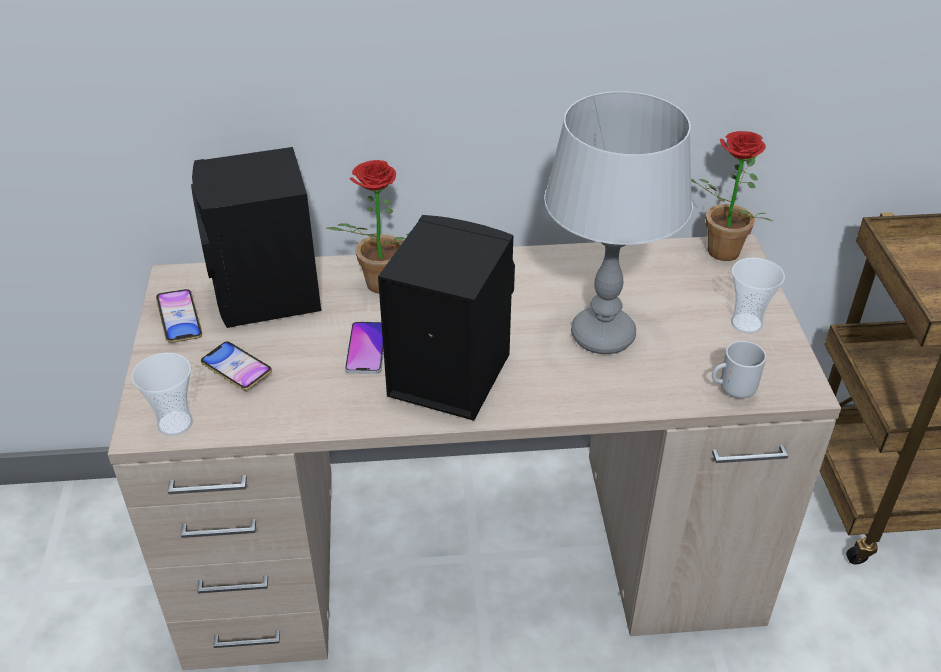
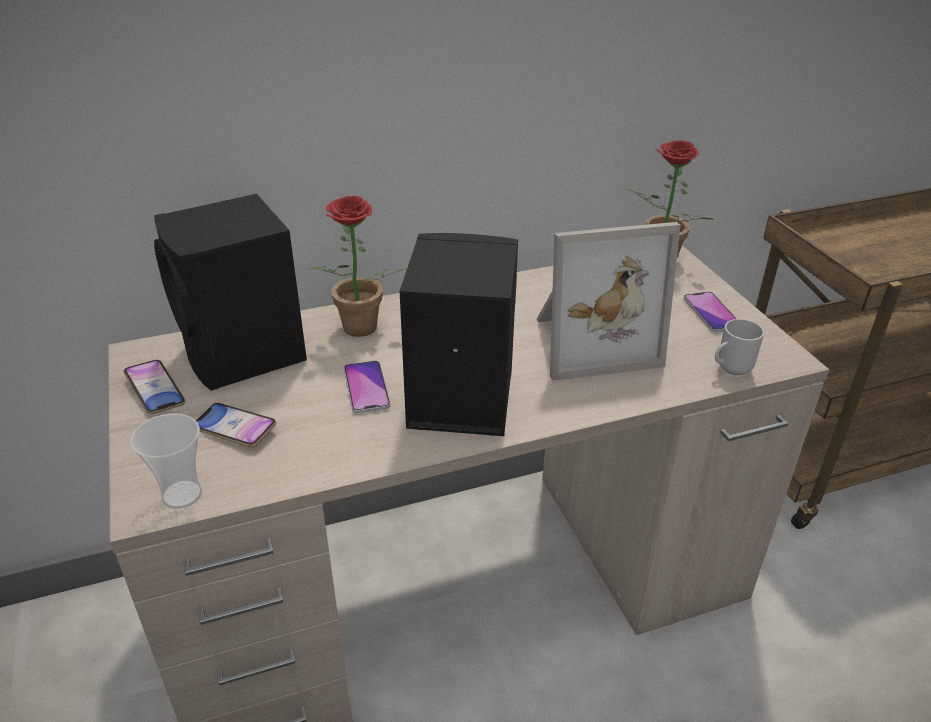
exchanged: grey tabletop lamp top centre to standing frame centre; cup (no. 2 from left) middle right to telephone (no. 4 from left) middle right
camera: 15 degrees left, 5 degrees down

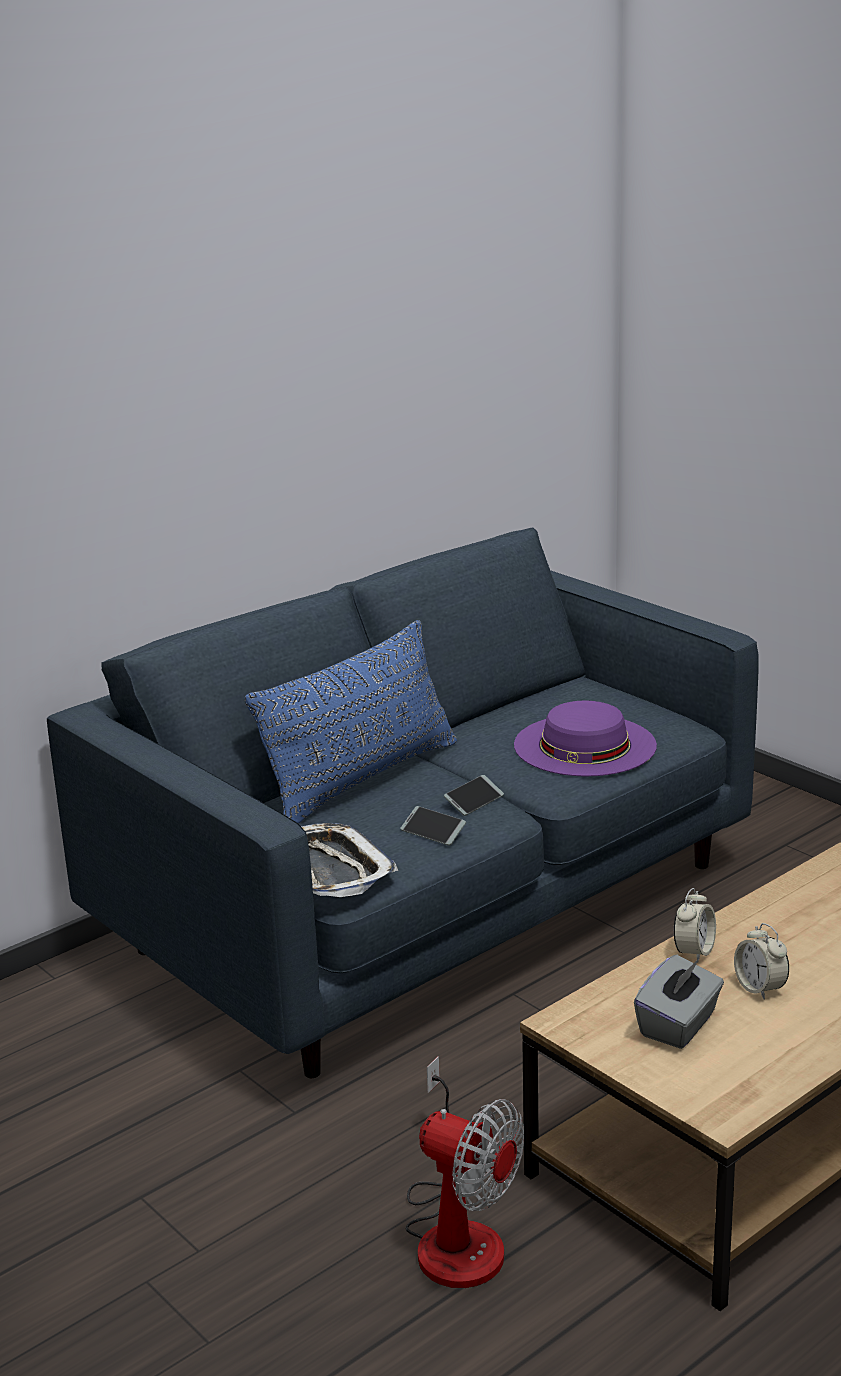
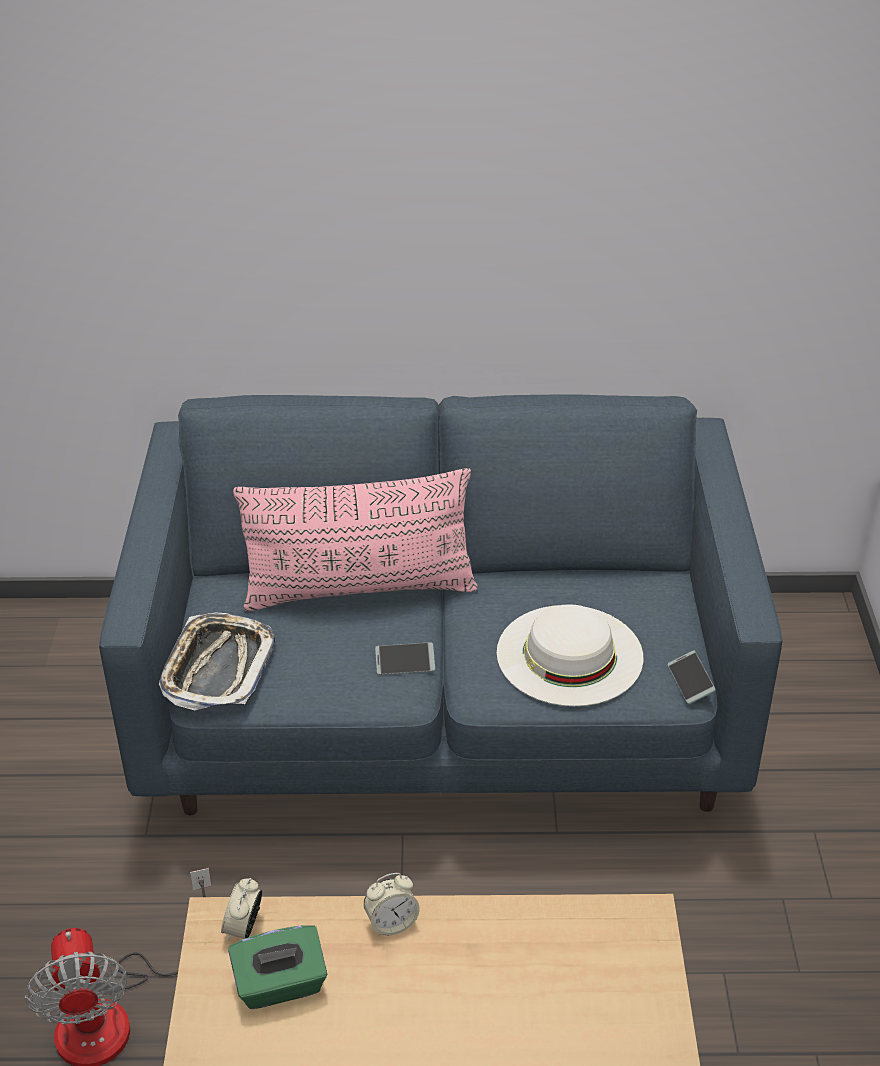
relocated: bedside clock (no. 2 from left in the first image) bottom right to bedside clock (no. 1 from left) bottom left; telephone (no. 1 from left in the first image) centre to telephone (no. 2 from left) middle right
colour: grey tissue box bottom right to green-coloured tissue box bottom left; blue-coloured throw pillow centre to pink-coloured throw pillow centre; purple-coloured hat middle right to white-coloured hat centre
camera: 40 degrees right, 15 degrees up

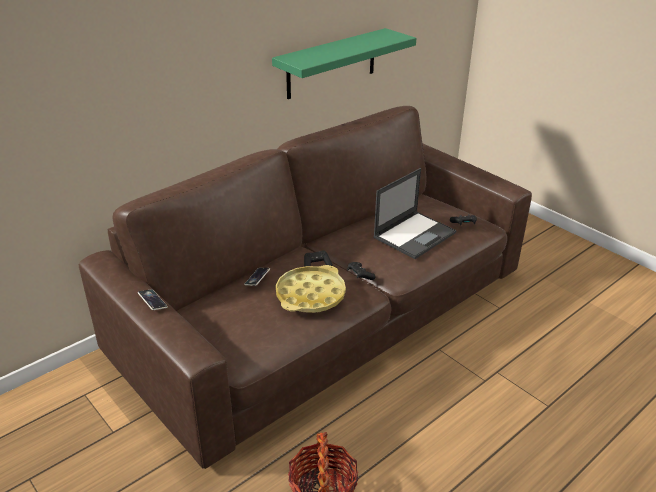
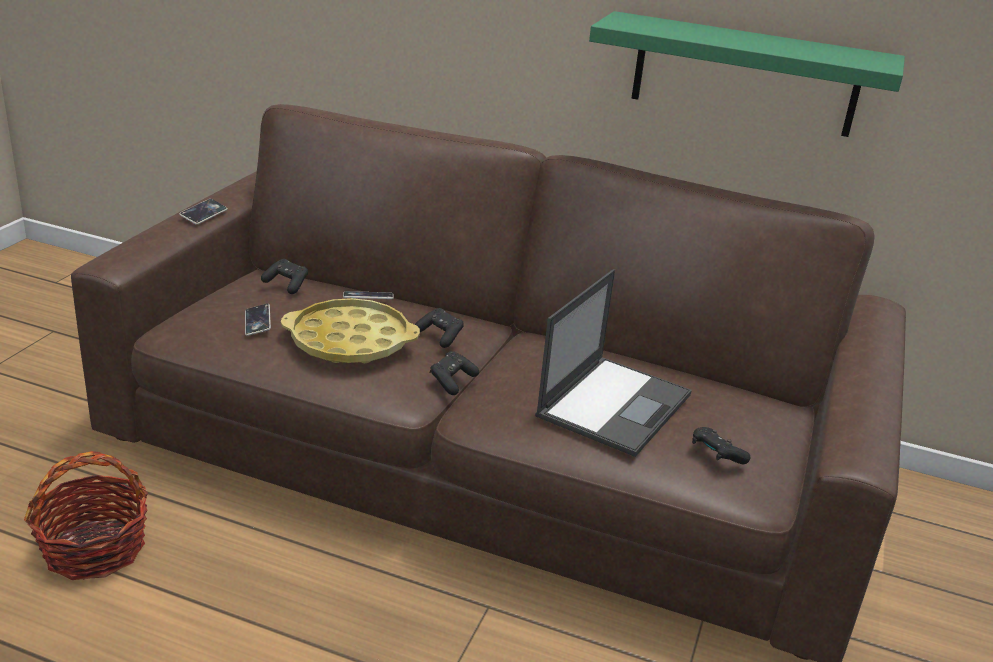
appeared: telephone (no. 2 from left) middle left; black-coloured joypad (no. 1 from left) middle left
spun: laptop centre = centre 75 degrees counterclockwise
camera: 60 degrees right, 5 degrees down

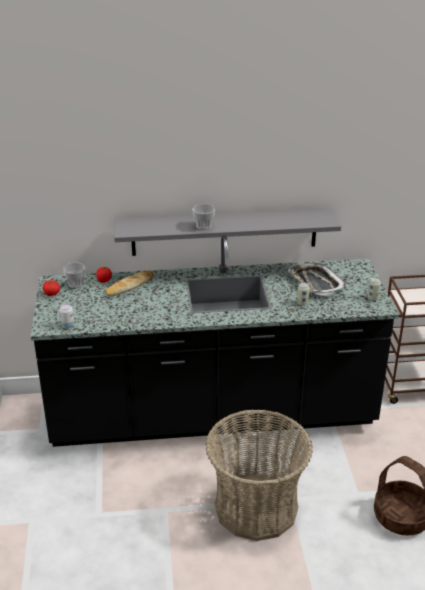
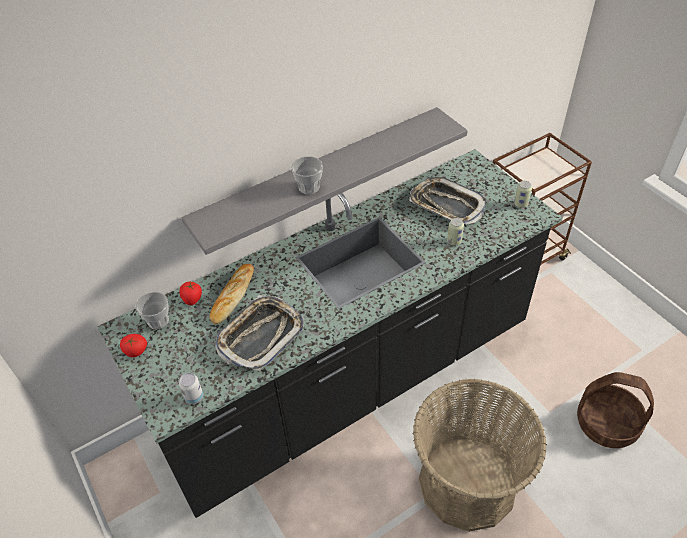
appeared: carrying tray (no. 1 from left) centre
camera: 25 degrees left, 15 degrees up

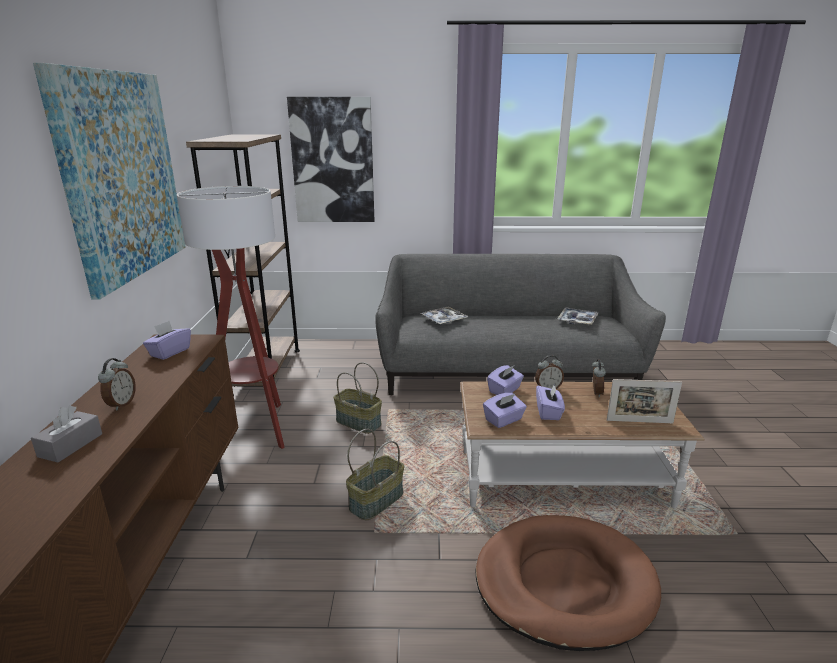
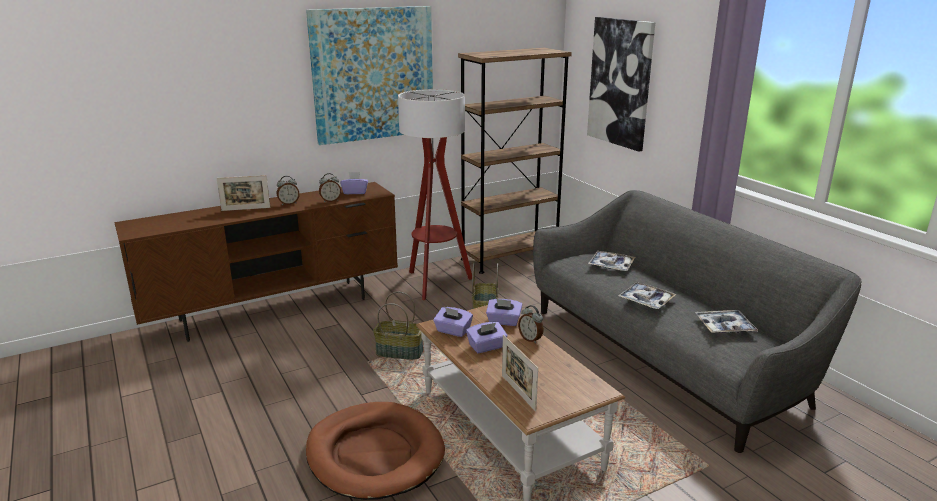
appeared: carrying tray (no. 2 from left) middle right
relocated: bedside clock (no. 3 from left in the first image) middle right to bedside clock (no. 2 from left) centre
exchanged: grey tissue box middle left to standing frame (no. 1 from left) middle left
camera: 60 degrees right, 0 degrees up

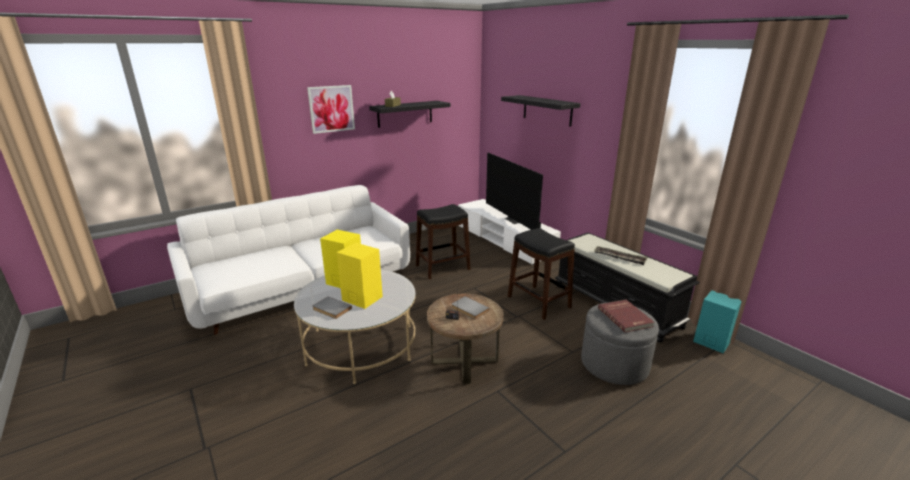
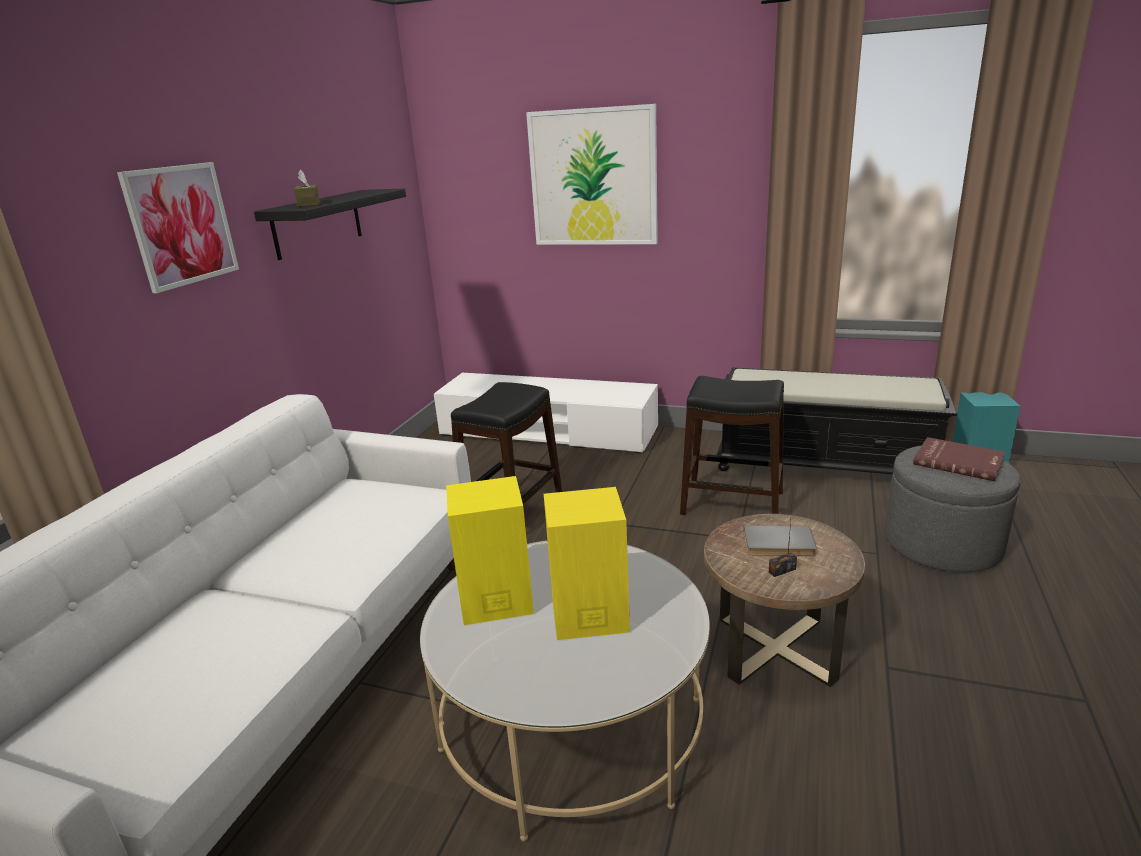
missing: grey volume (no. 1 from left) centre; television centre; carrying tray middle right
exchanged: black-coloured wall shelf (no. 2 from left) top centre to picture (no. 2 from left) top centre
camera: 35 degrees left, 0 degrees up

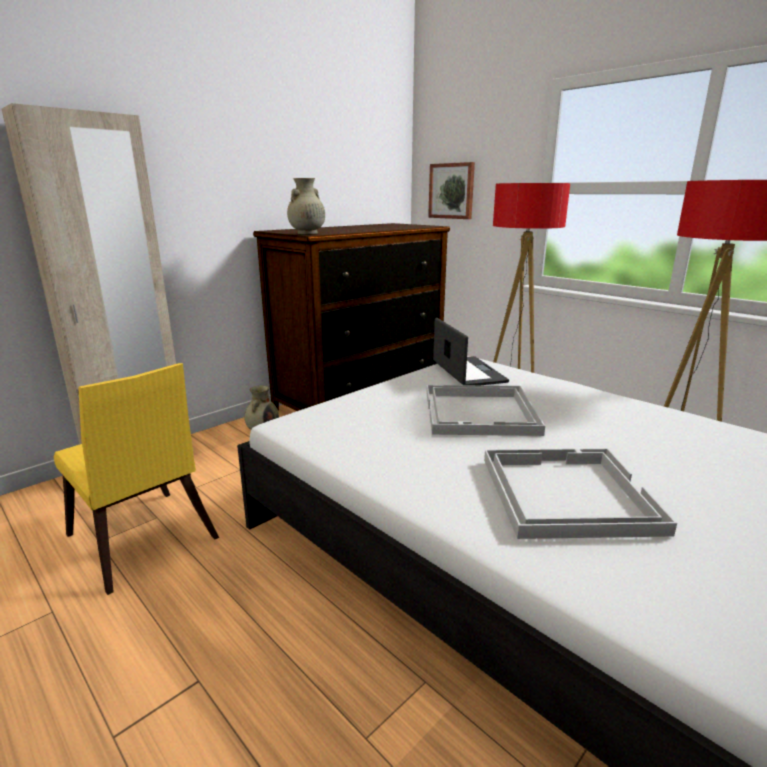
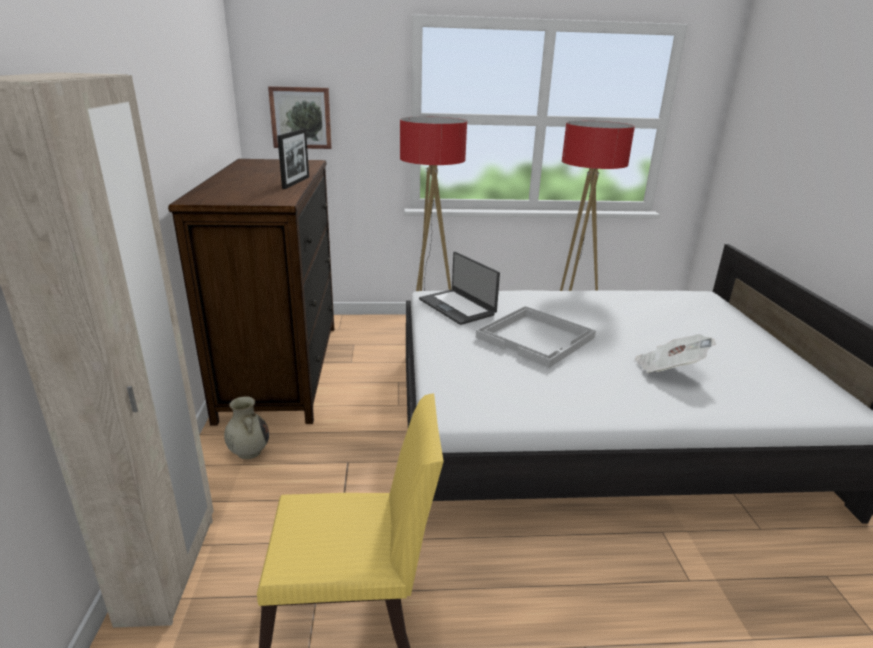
missing: sand-coloured flower vase (no. 2 from left) top centre
appeared: standing frame top centre
exchanged: white-coloured carrying tray (no. 2 from left) middle right to printed paper middle right
spun: laptop centre = centre 150 degrees counterclockwise
camera: 50 degrees left, 5 degrees up

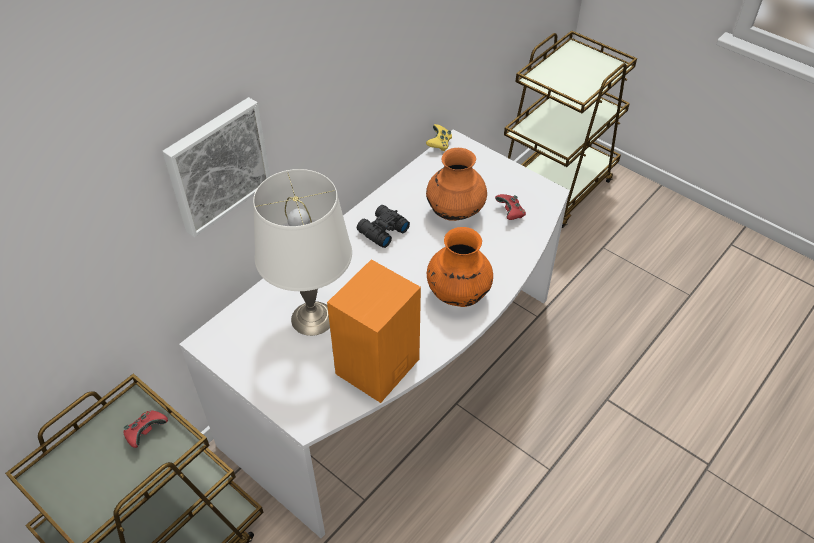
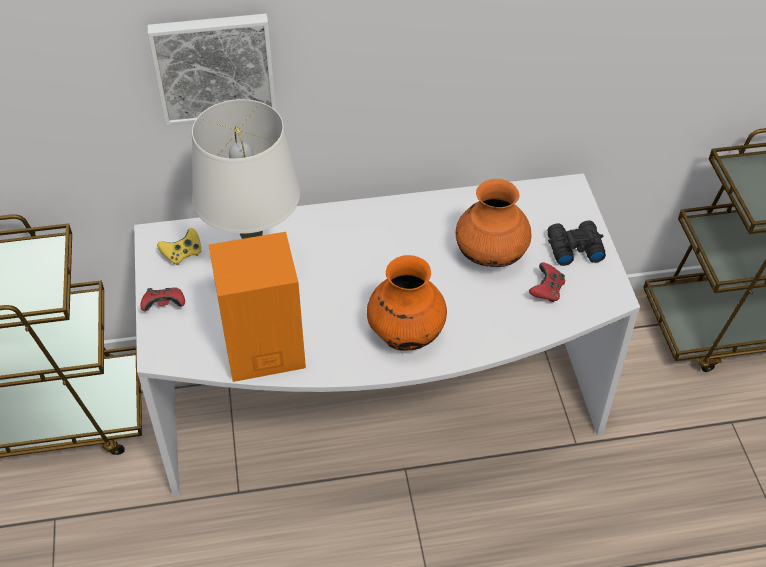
relocated: red joypad (no. 1 from left) bottom left to middle left; yellow joypad top centre to middle left; black-coloured field glasses centre to middle right
camera: 40 degrees right, 0 degrees up

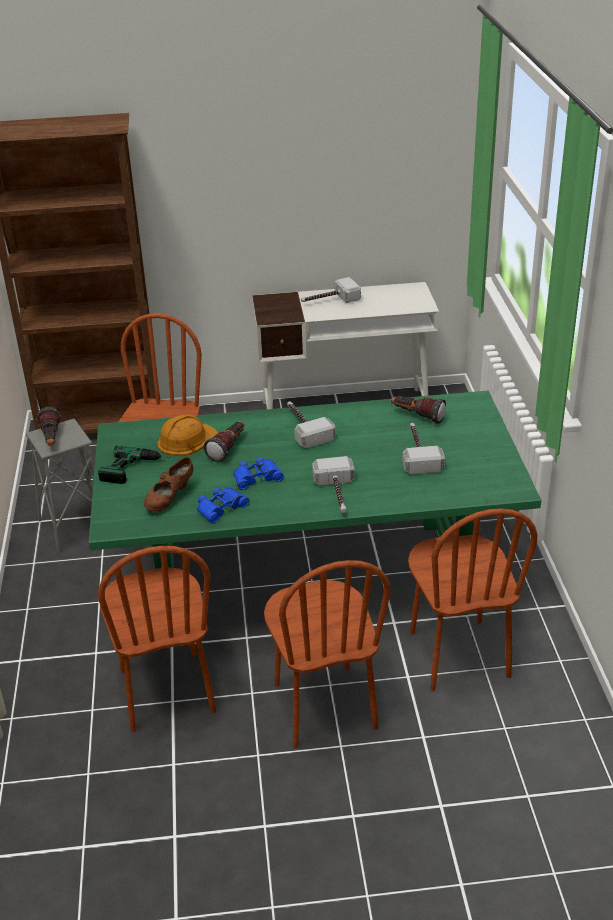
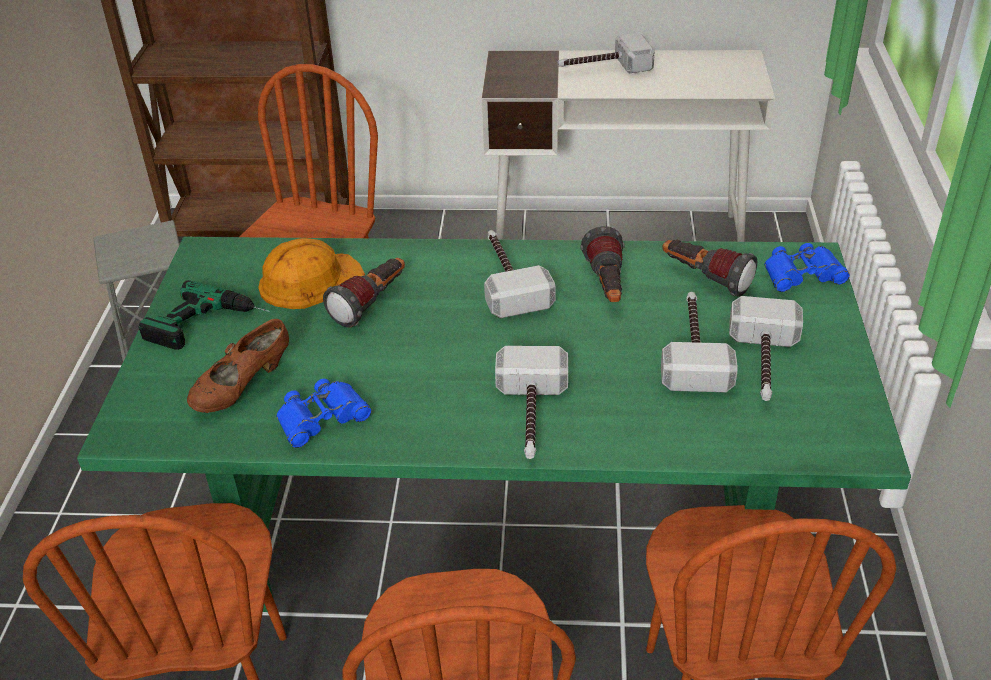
appeared: hand hammer (no. 5 from left) middle right
relocated: hand torch (no. 1 from left in the first image) middle left to hand torch (no. 2 from left) centre; blue-coloured field glasses (no. 2 from left) centre to middle right
camera: 10 degrees right, 5 degrees up

